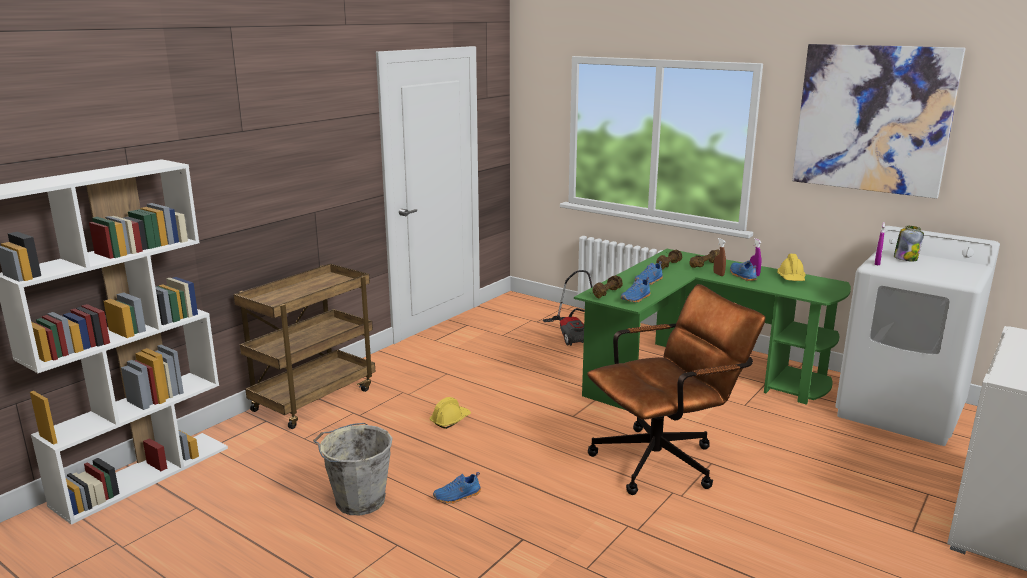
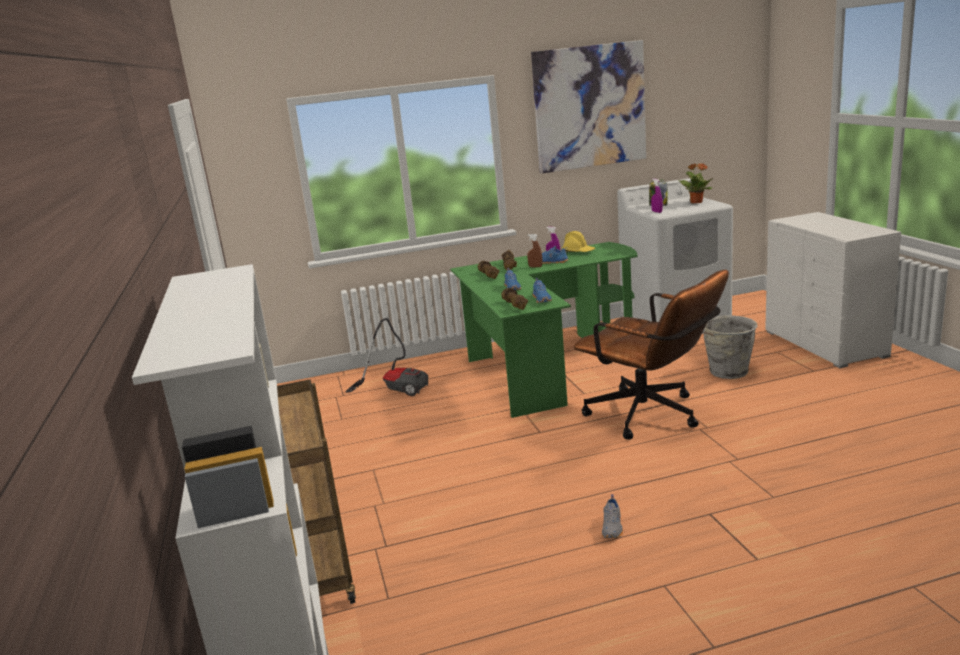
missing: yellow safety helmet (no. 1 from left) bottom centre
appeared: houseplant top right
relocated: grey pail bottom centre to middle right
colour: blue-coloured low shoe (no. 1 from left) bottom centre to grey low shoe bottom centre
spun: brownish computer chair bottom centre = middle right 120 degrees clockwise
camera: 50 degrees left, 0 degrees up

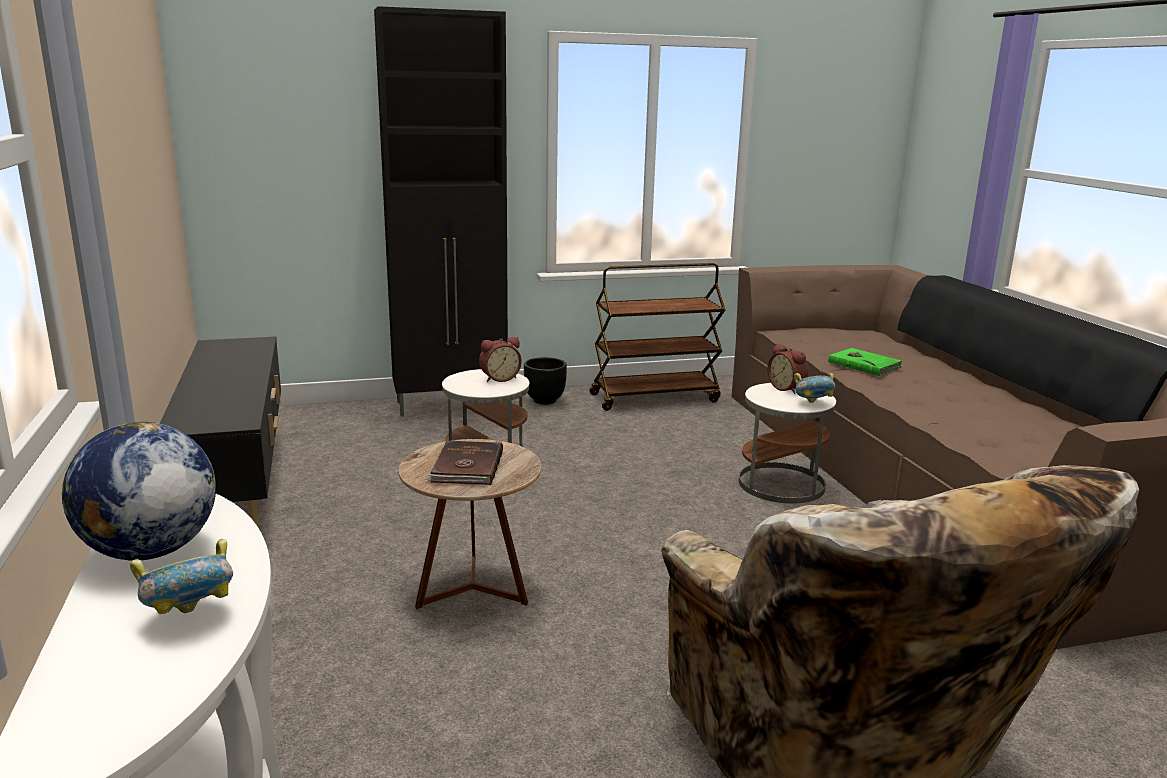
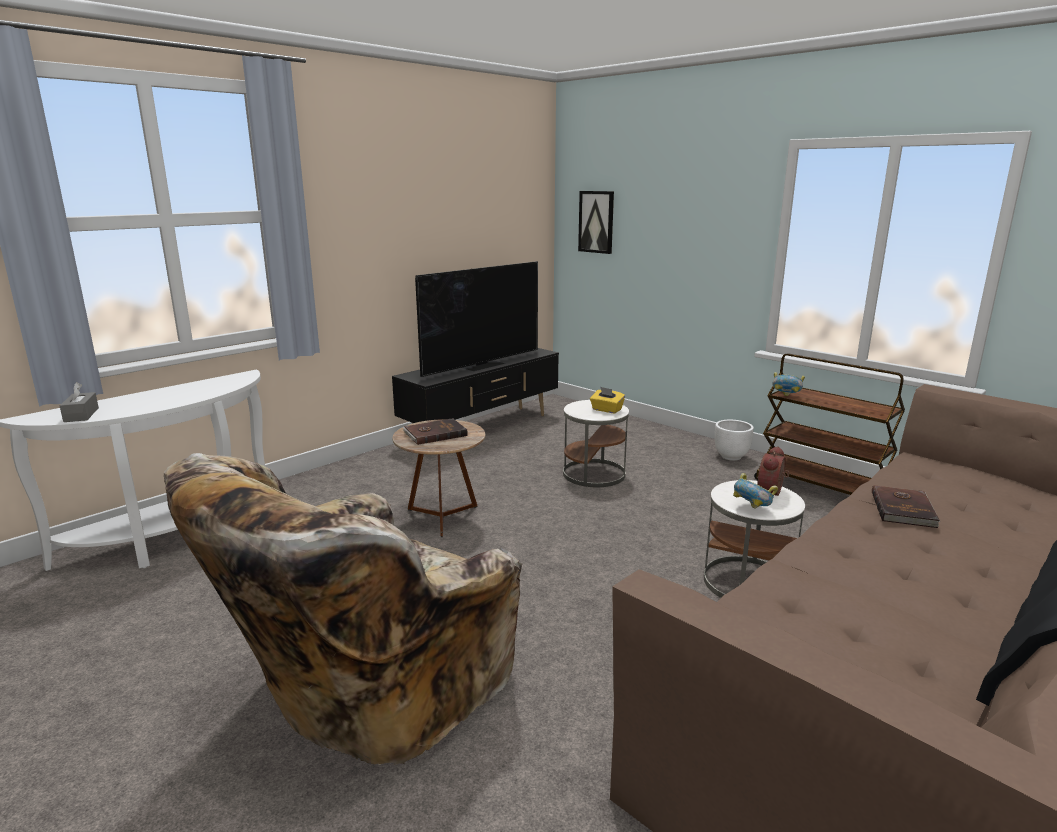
missing: world globe middle left; black-coloured storage cabinet top centre
appeared: grey tissue box middle left; television centre; picture top centre
relocated: serving bowl (no. 1 from left in the first image) bottom left to serving bowl (no. 2 from left) middle right
exchanged: bedside clock (no. 1 from left) centre to yellow tissue box centre
colour: black-coloured planter centre to white-coloured planter middle right; green-coloured volume middle right to brownish volume (no. 2 from left) middle right
camera: 60 degrees right, 0 degrees up

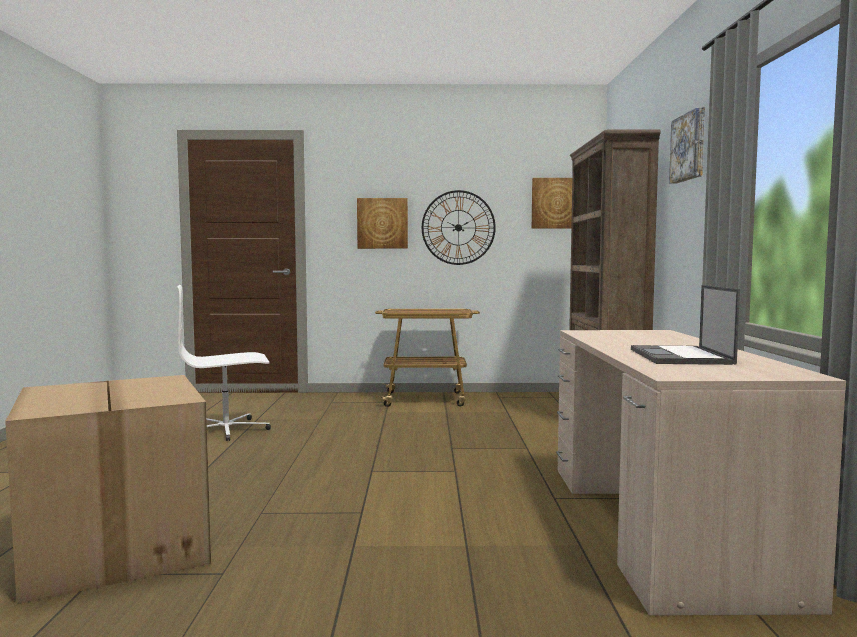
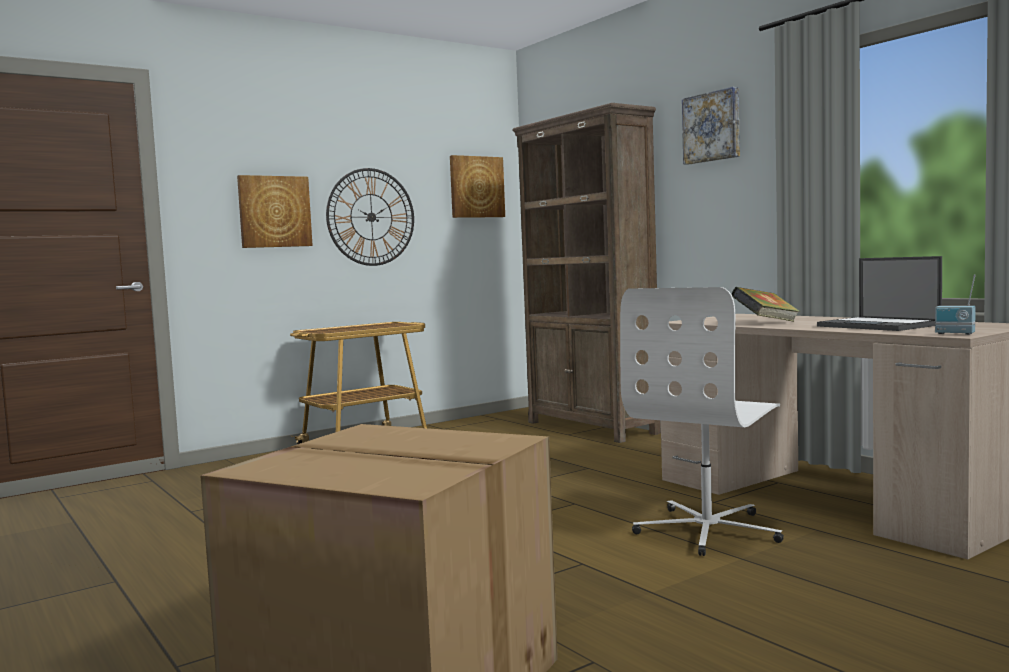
appeared: volume middle right; radio middle right
relocated: white-coloured computer chair middle left to middle right
camera: 35 degrees left, 0 degrees up

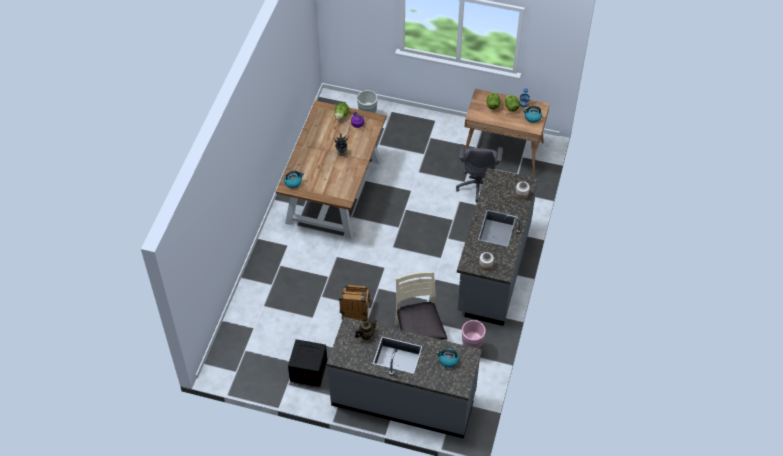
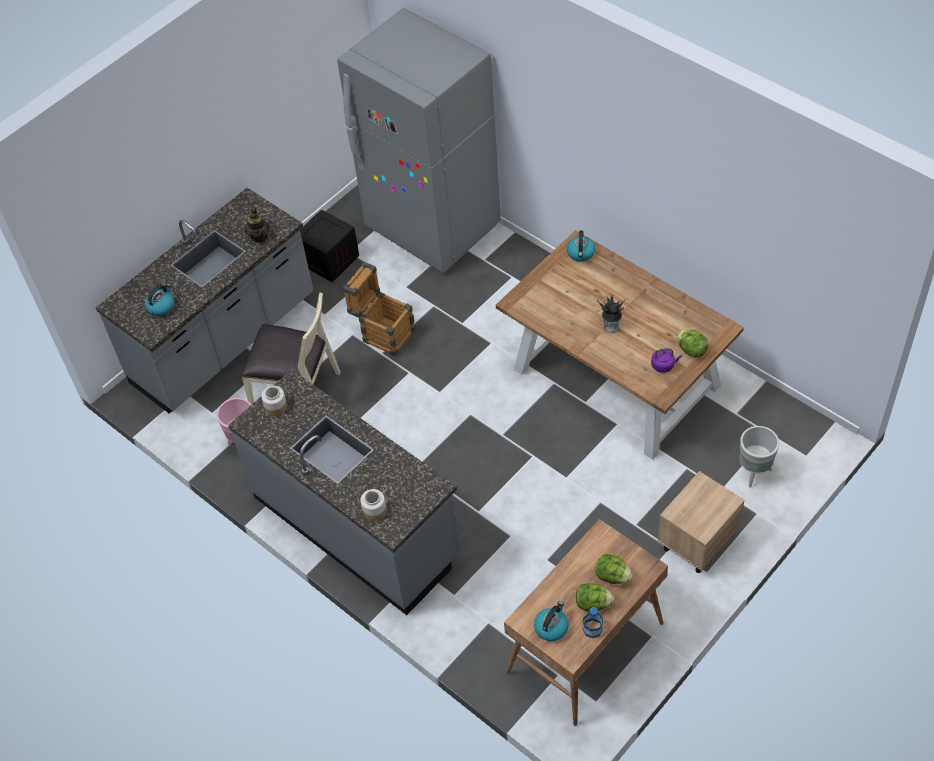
missing: grey computer chair centre
appeared: grey kitchen fridge top centre; sand-coloured nightstand bottom right
camera: 120 degrees right, 0 degrees up

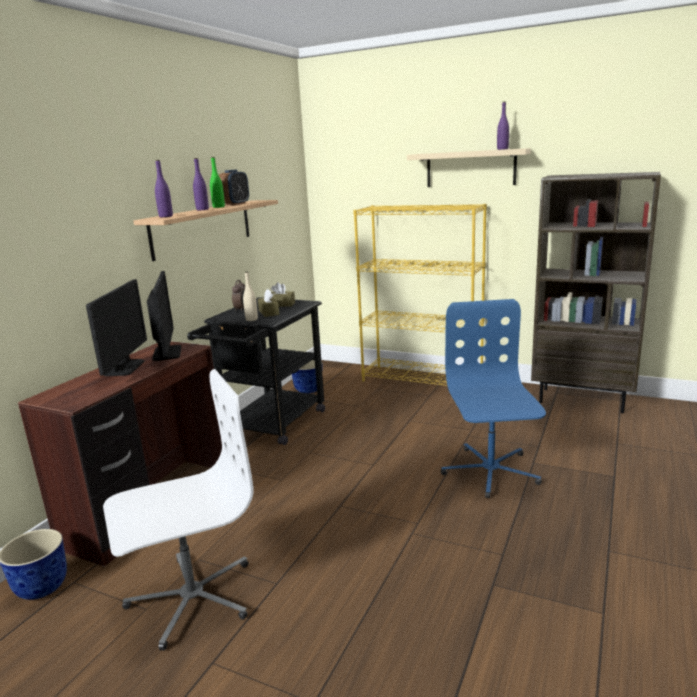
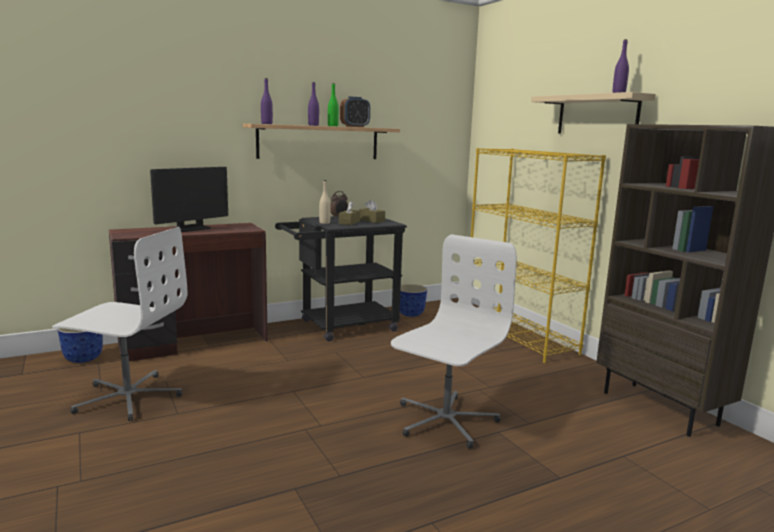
missing: computer screen (no. 2 from left) middle left
colour: blue-coloured computer chair middle right to white-coloured computer chair (no. 2 from left) centre
camera: 35 degrees right, 5 degrees down

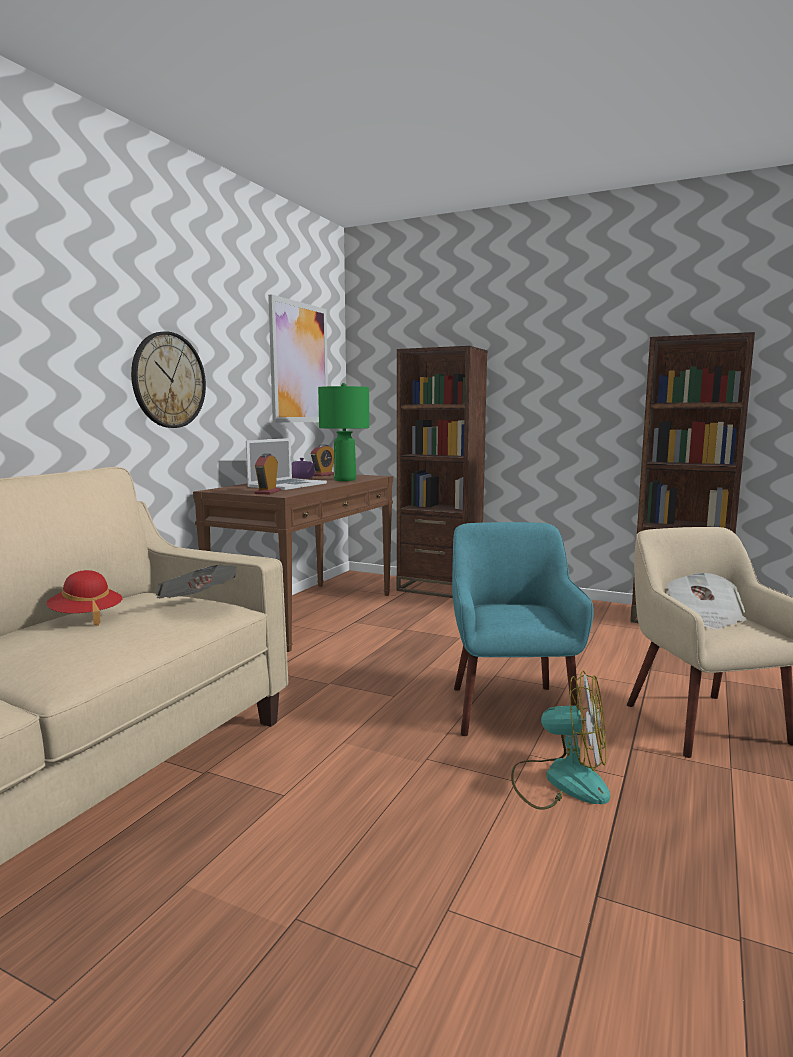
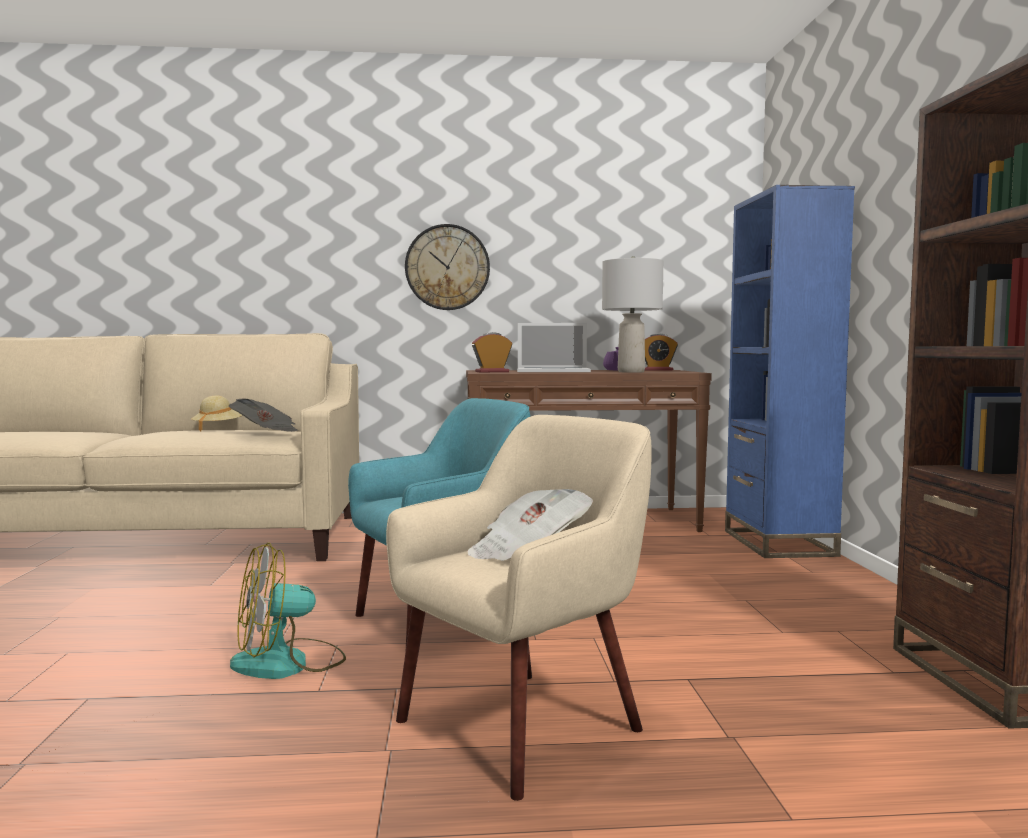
missing: picture centre
colour: red hat middle left to sand-coloured hat middle left; green-coloured tabletop lamp centre to grey tabletop lamp centre; brownish bookshelf (no. 1 from left) centre to blue-coloured bookshelf middle right
spun: fan bottom right = bottom left 75 degrees clockwise
camera: 60 degrees right, 5 degrees down

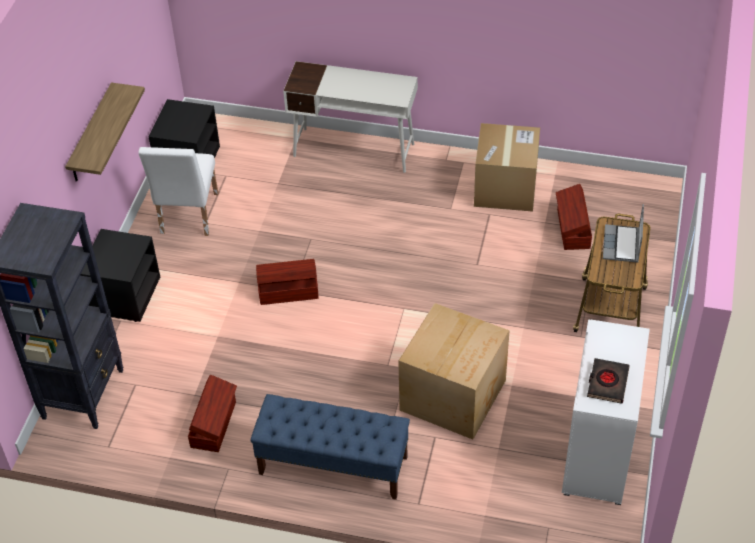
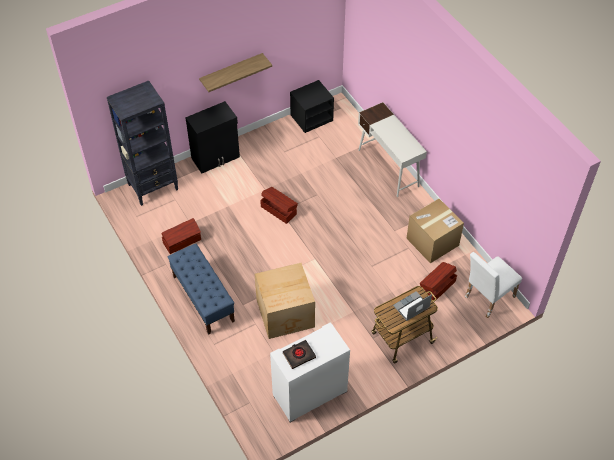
relocated: white-coloured upright chair middle left to middle right
exchanged: black-coloured nightstand (no. 1 from left) middle left to black-coloured storage cabinet top centre
camera: 45 degrees right, 5 degrees up

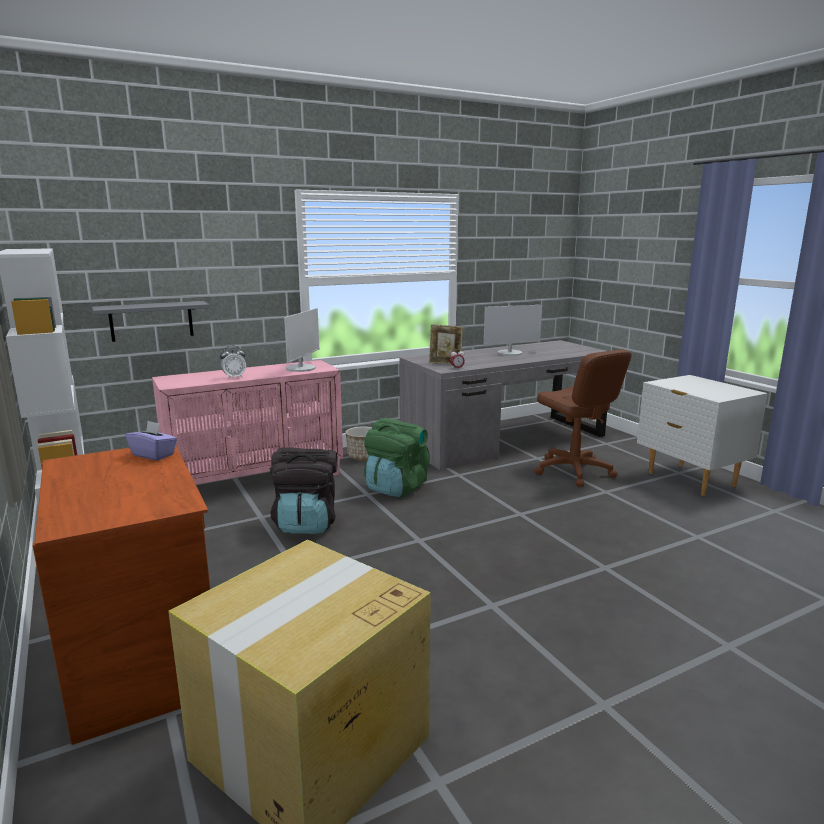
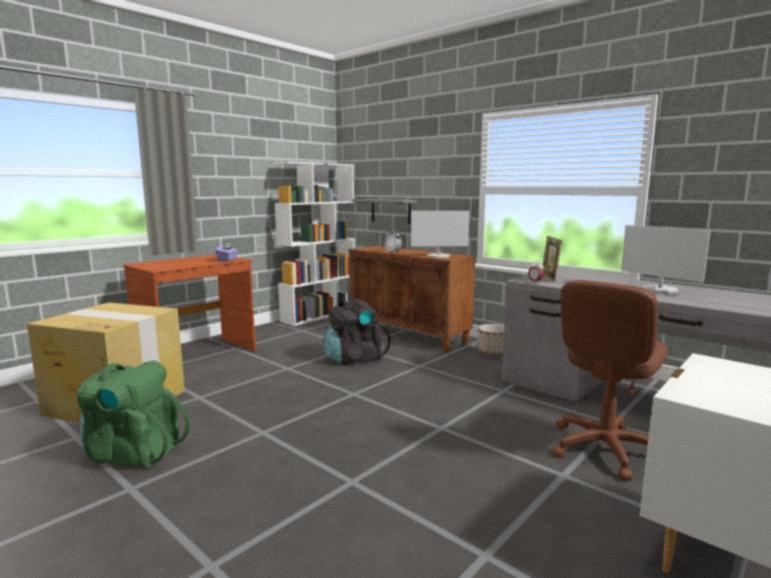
relocated: green-coloured backpack centre to bottom left
colour: pink-coloured storage cabinet middle left to brownish storage cabinet centre
camera: 70 degrees right, 5 degrees down

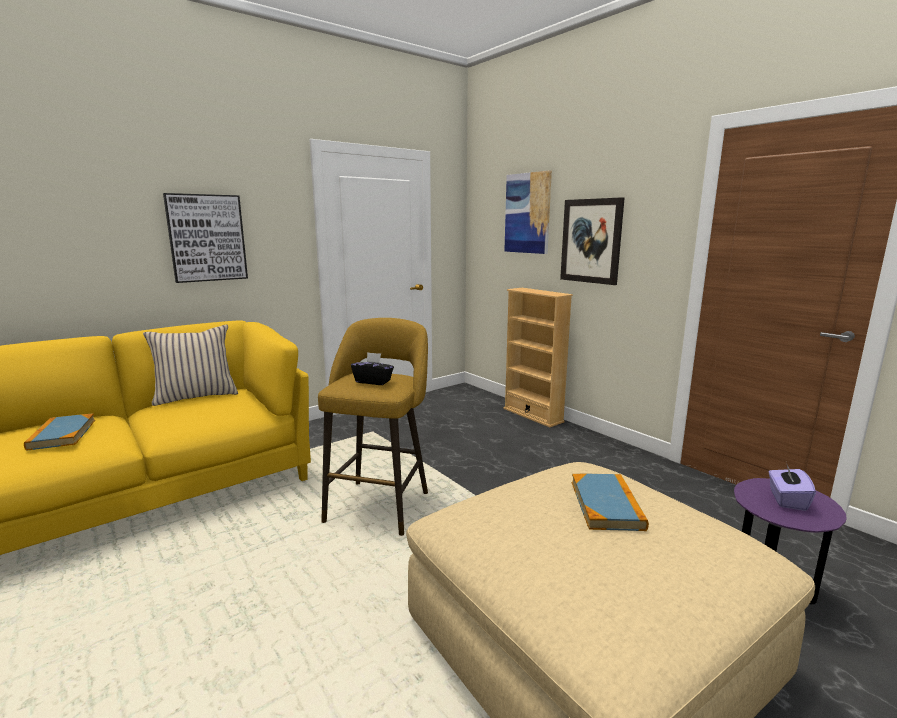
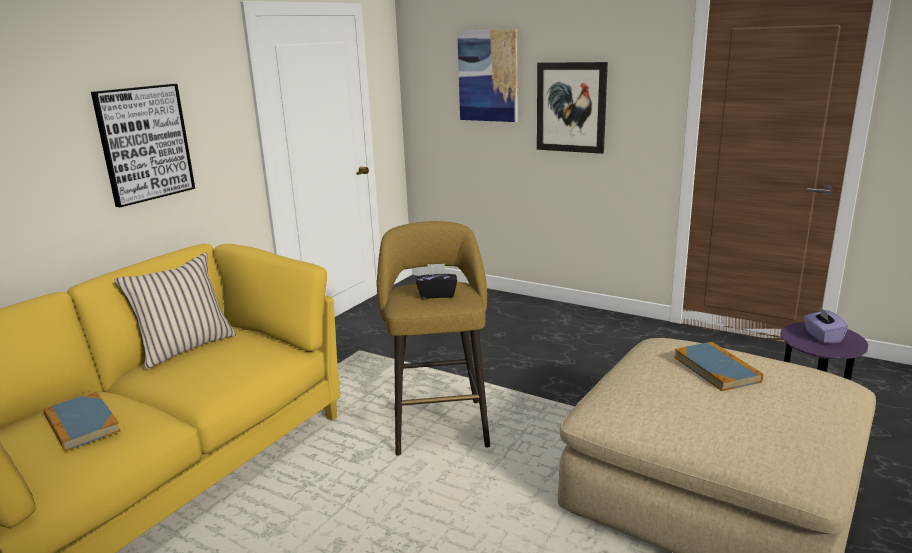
missing: sand-coloured bookshelf centre
camera: 20 degrees left, 5 degrees up

